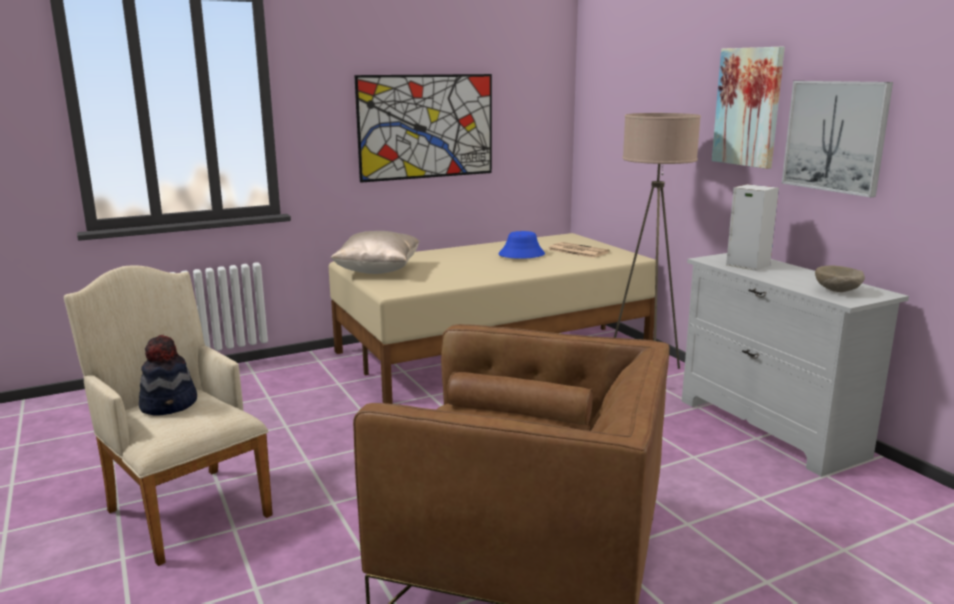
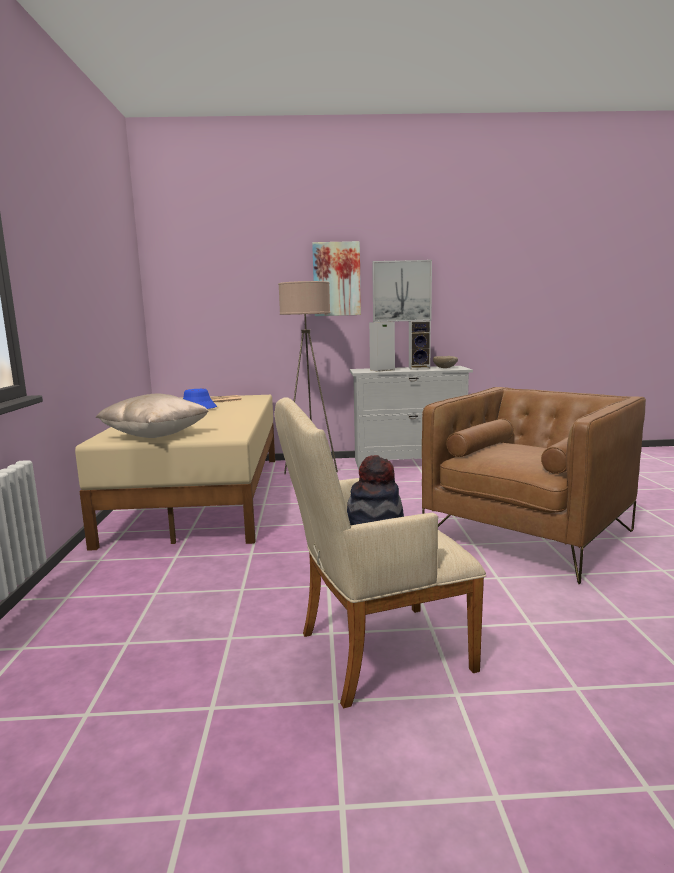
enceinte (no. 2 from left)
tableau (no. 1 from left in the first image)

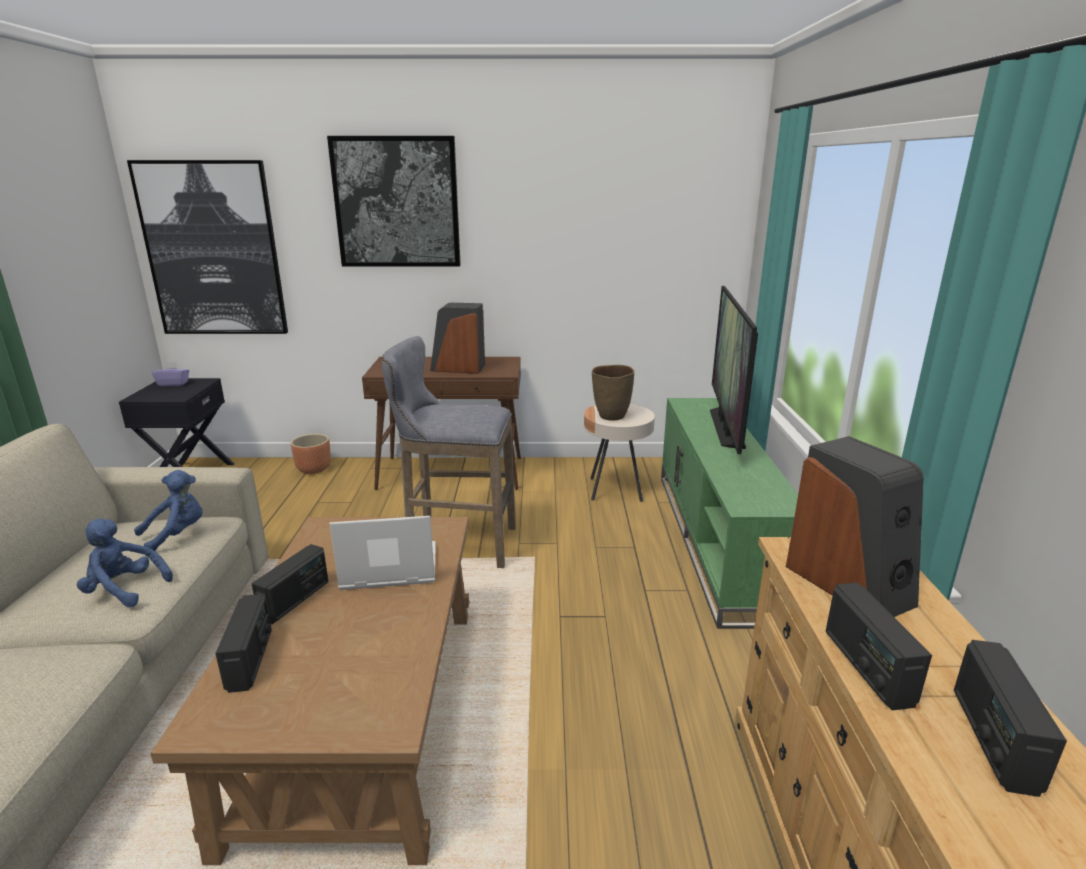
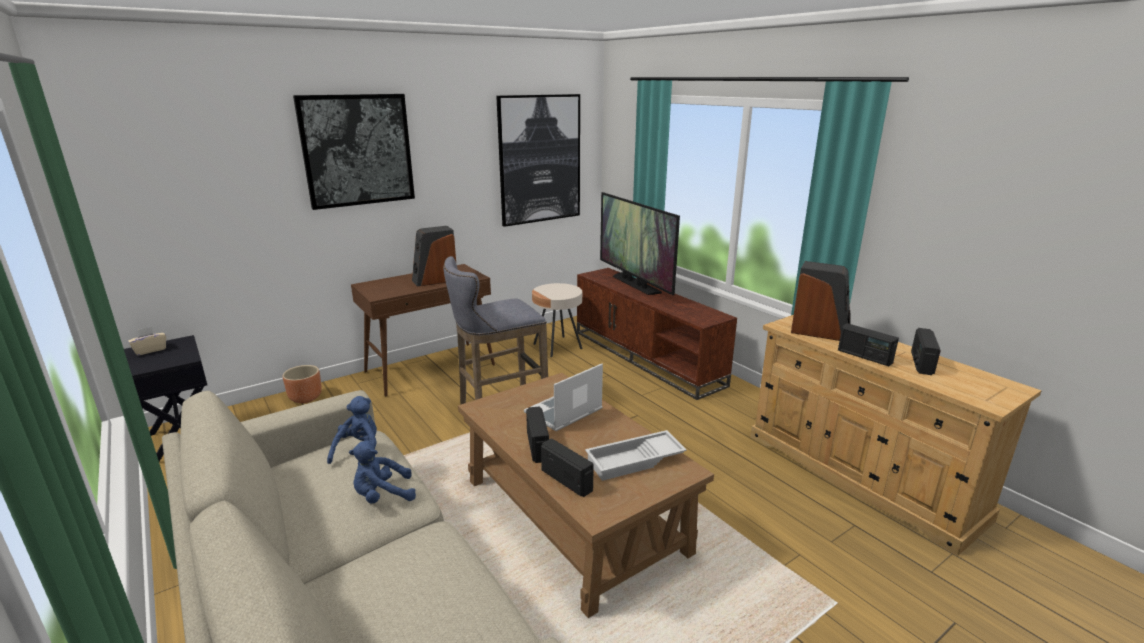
boîte à mouchoirs (beige)
tableau (no. 2 from left)
meuble télé (marron)
plateau (blanc)
radio (no. 4 from left)
vase (marron)

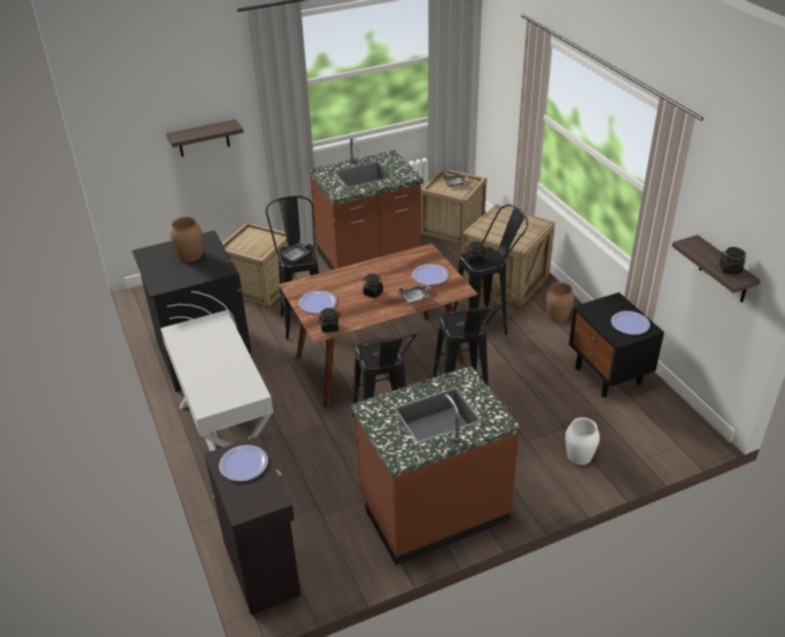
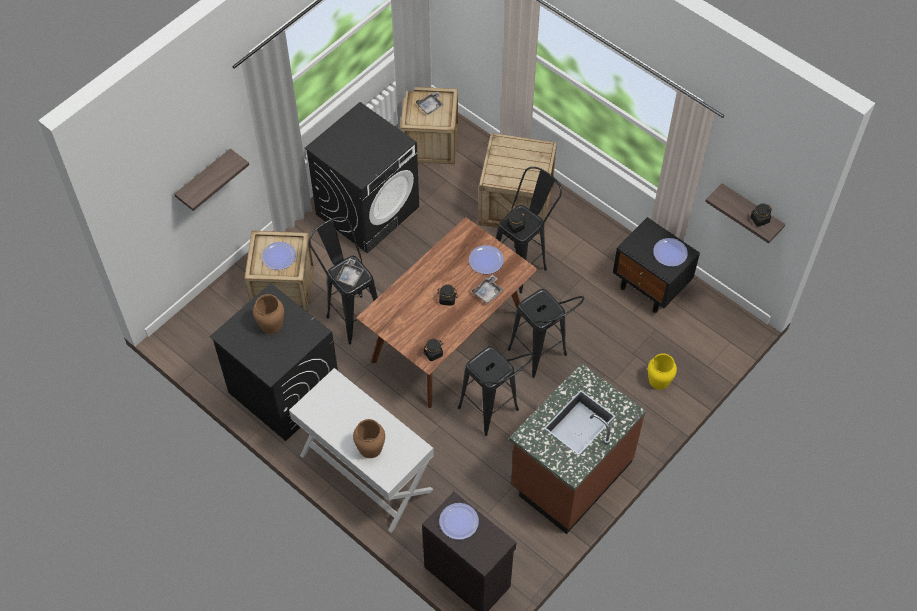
assiette (no. 1 from left)
lave-linge (noir) (no. 2 from left)
vase (marron) (no. 2 from left)
vase (jaune)

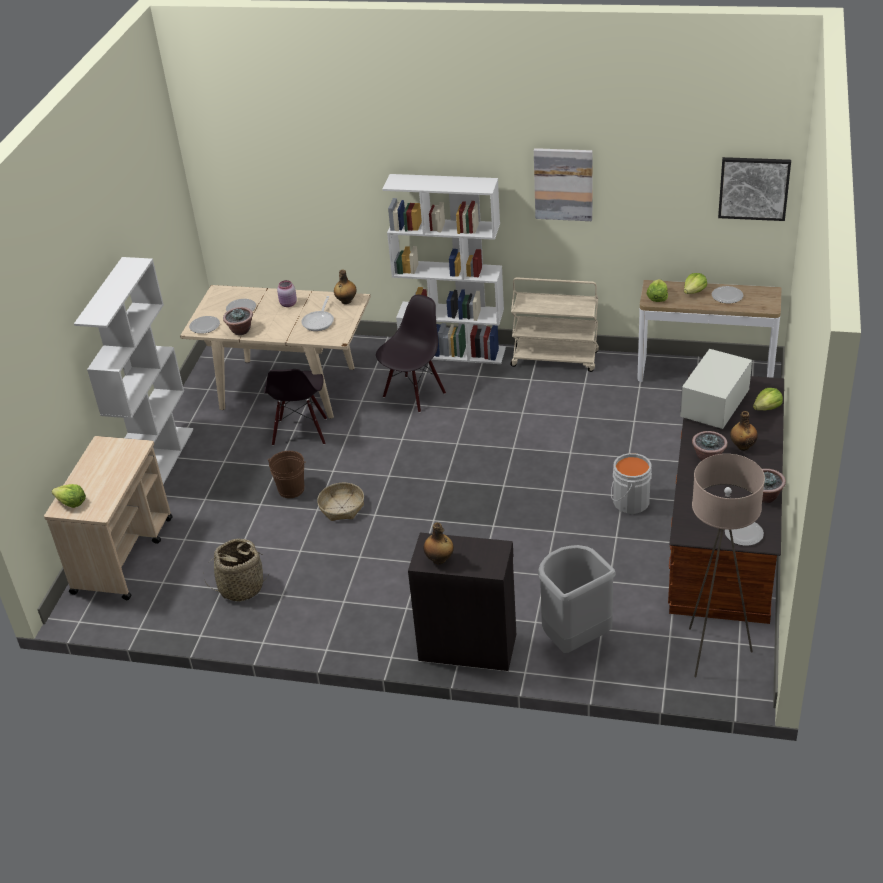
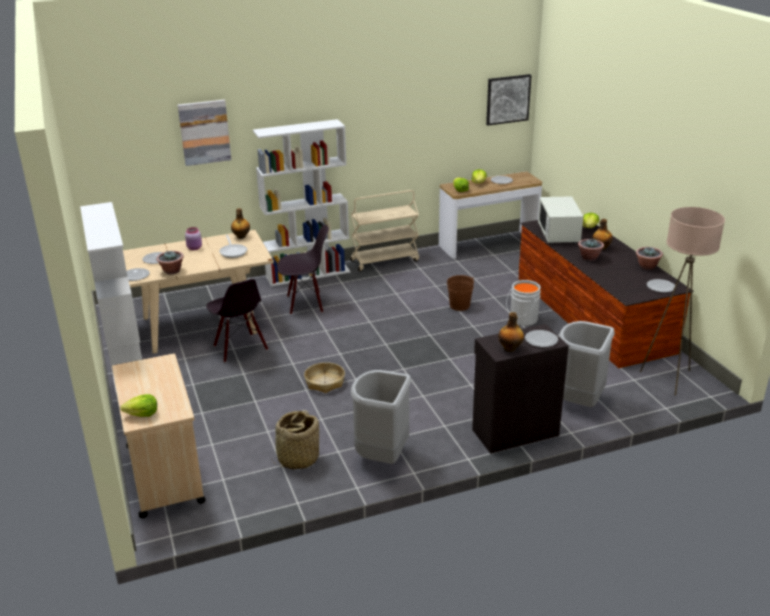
tableau (no. 1 from left)
chaise (noir) (no. 2 from left)
poubelle (gris) (no. 1 from left)
seau (marron)
assiette (no. 4 from left)

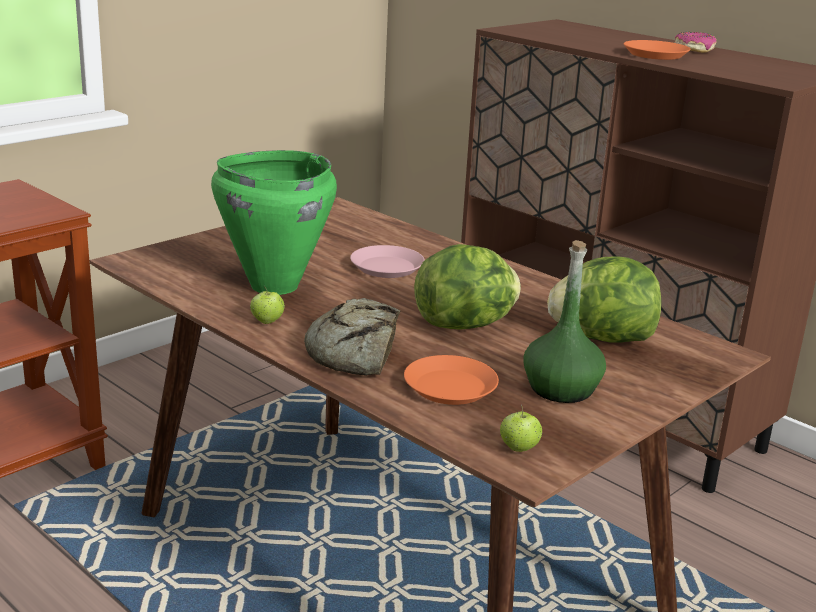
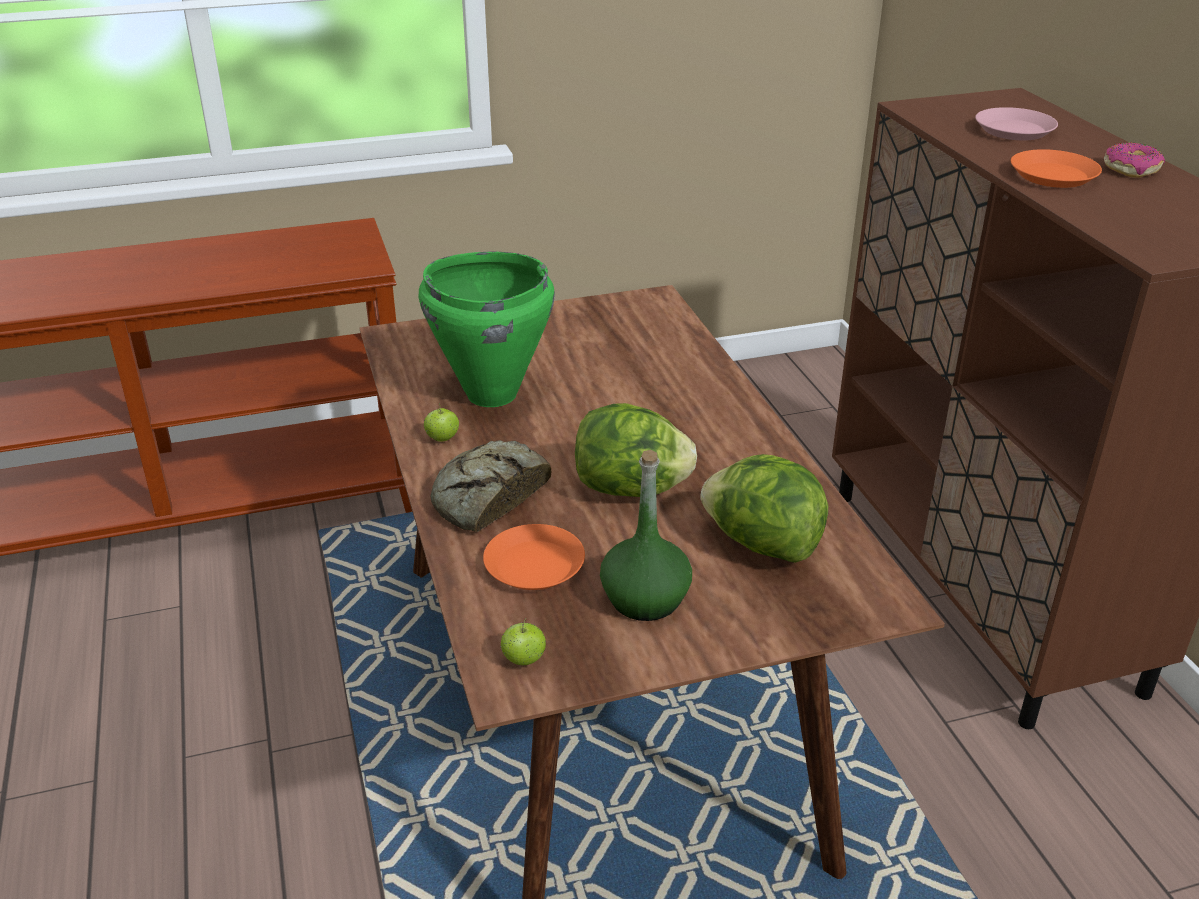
assiette (rose)

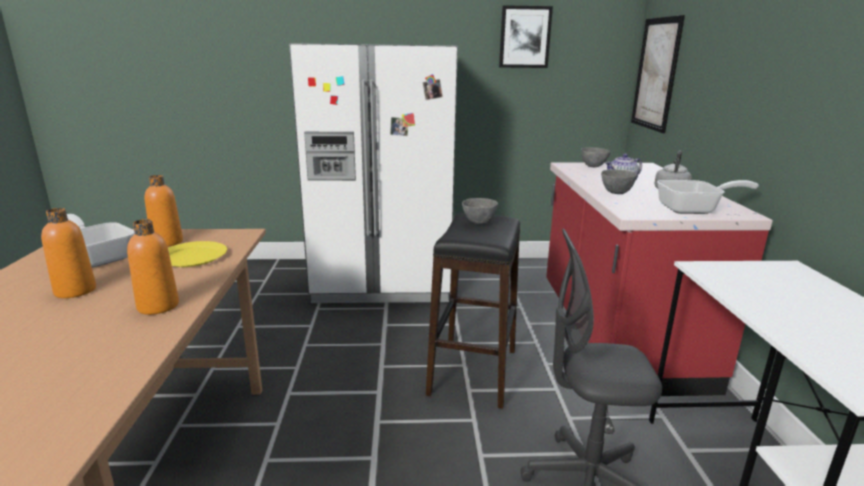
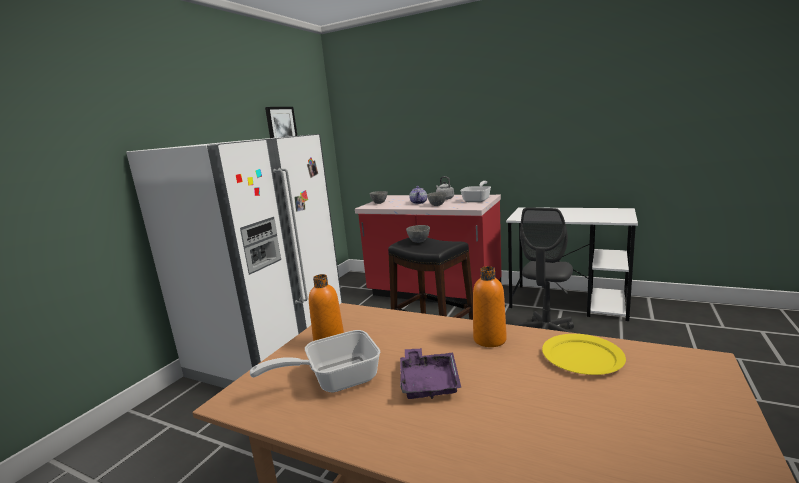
plateau (violet)
assiette (jaune)
tableau (no. 2 from left in the first image)

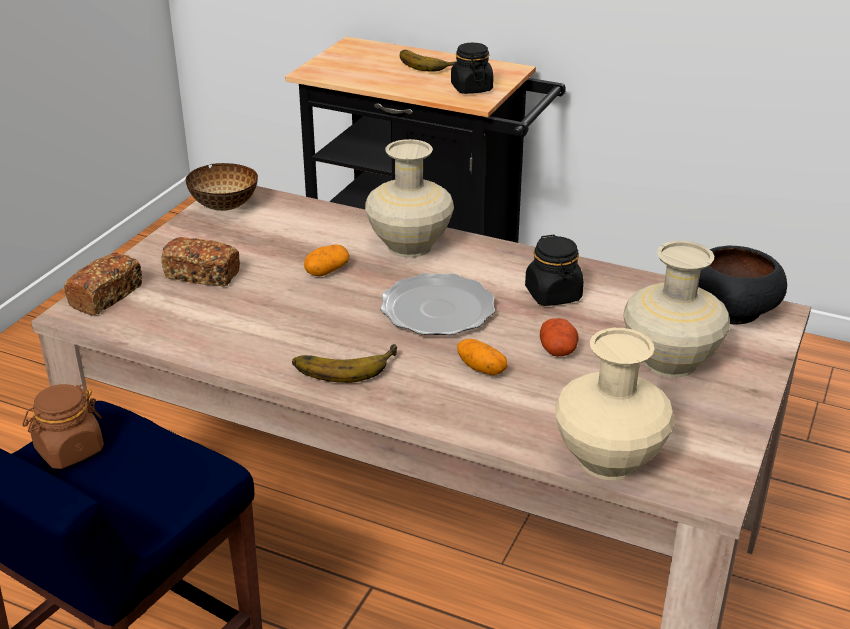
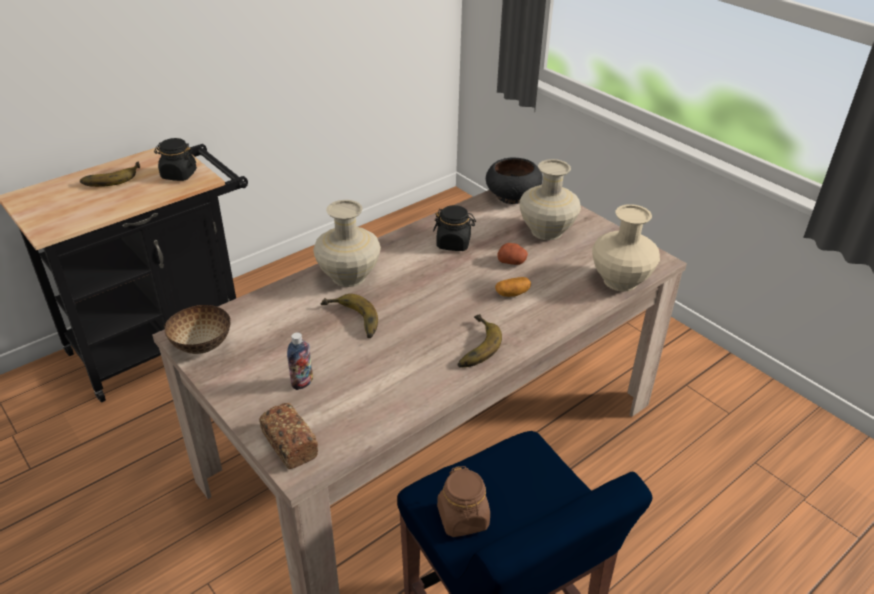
bouteille
banane (no. 2 from left)
assiette

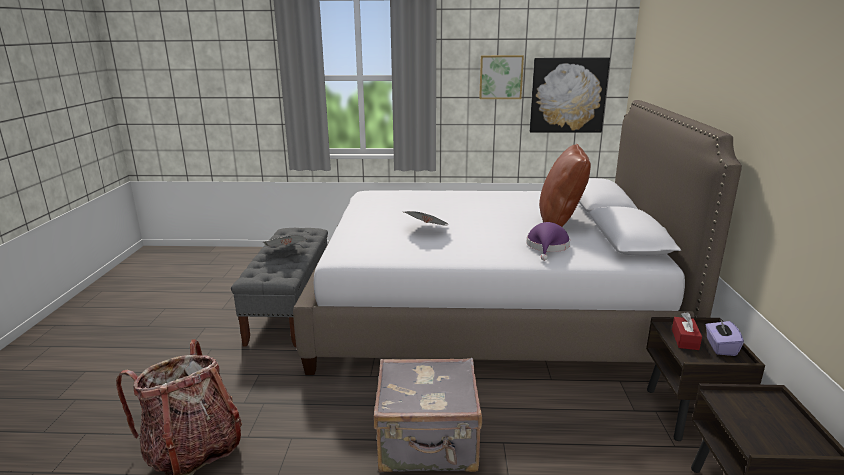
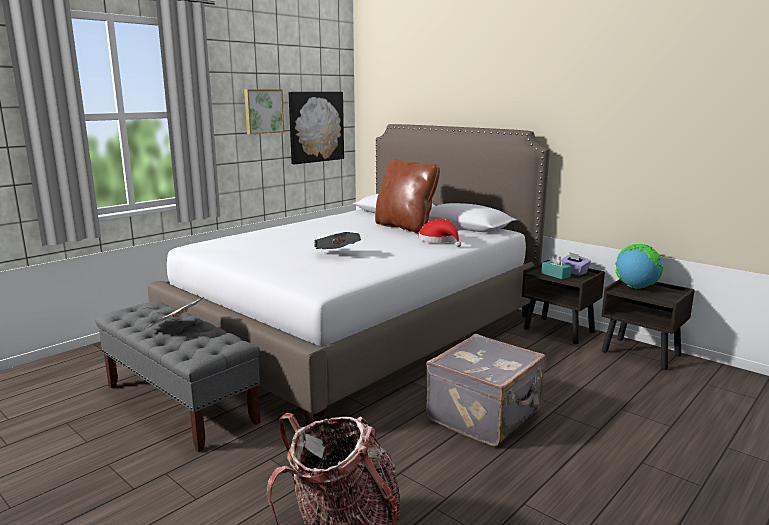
chapeau (rouge)
boîte à mouchoirs (turquoise)
globe

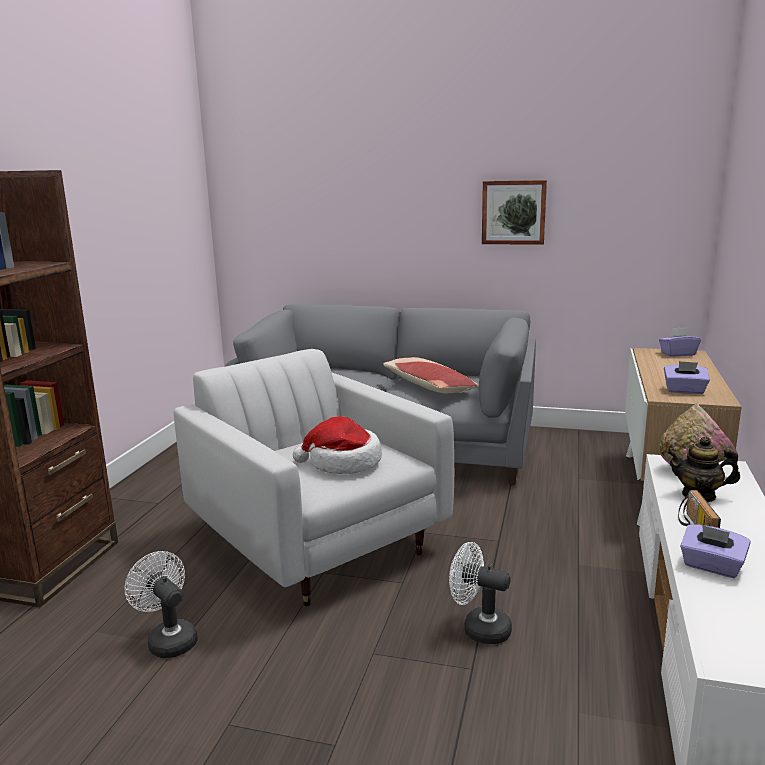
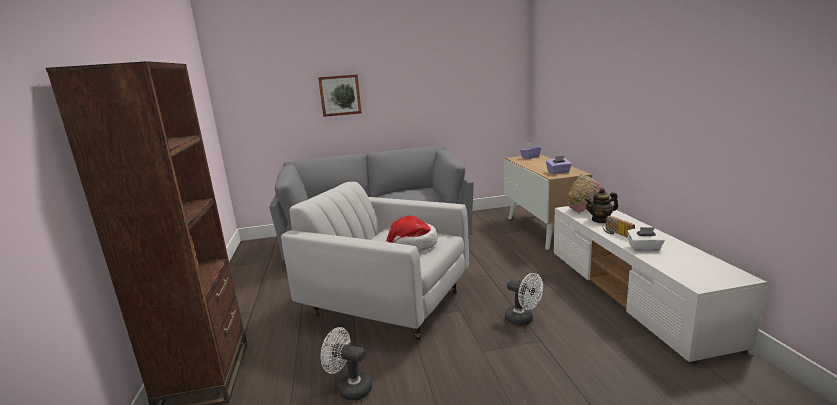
tableau
ventilateur (blanc) (no. 2 from left)
boîte à mouchoirs (blanc)
coussin

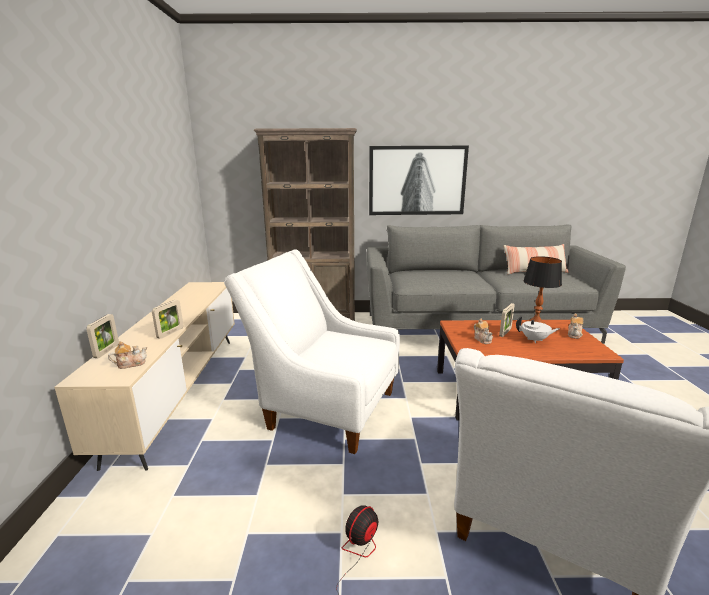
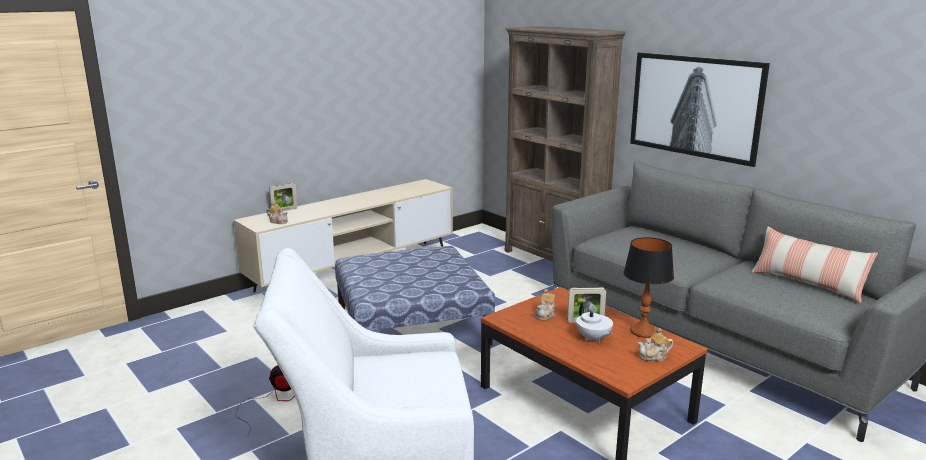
pouf
cadre photo (no. 2 from left in the first image)

